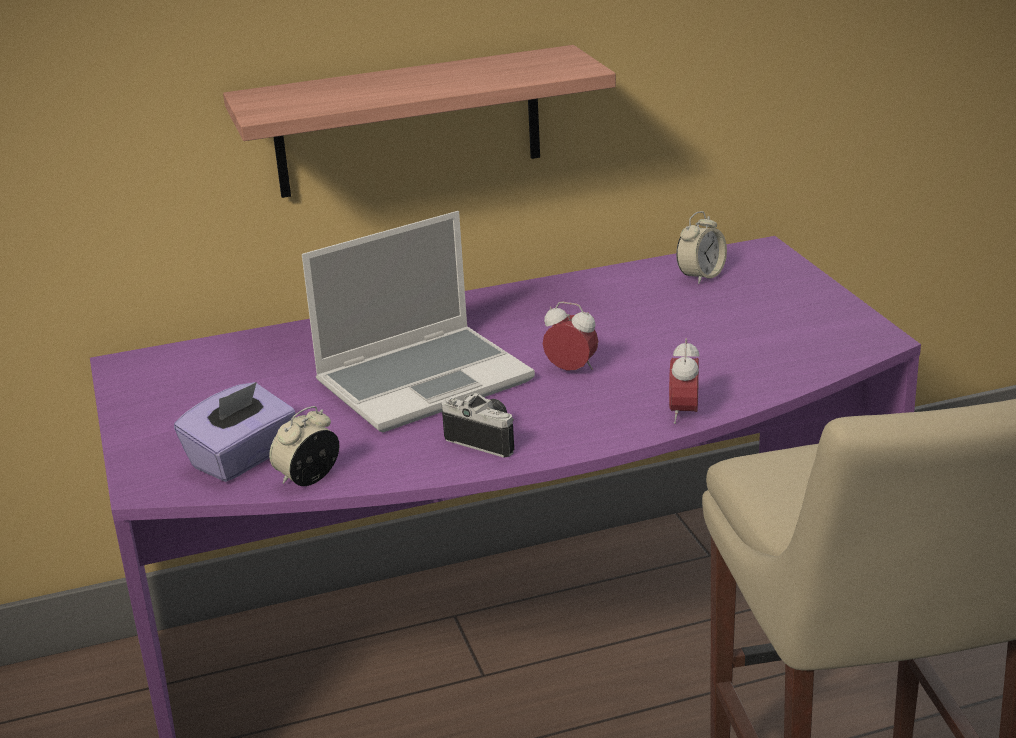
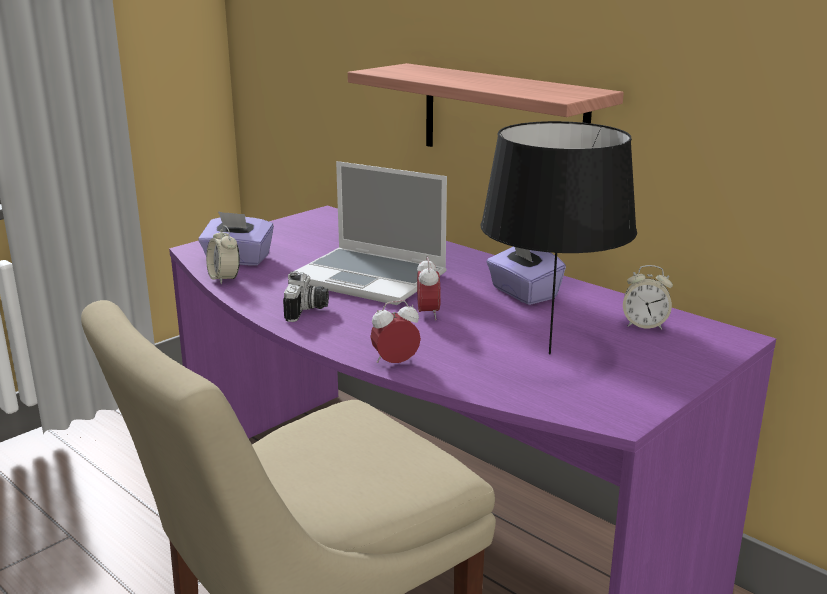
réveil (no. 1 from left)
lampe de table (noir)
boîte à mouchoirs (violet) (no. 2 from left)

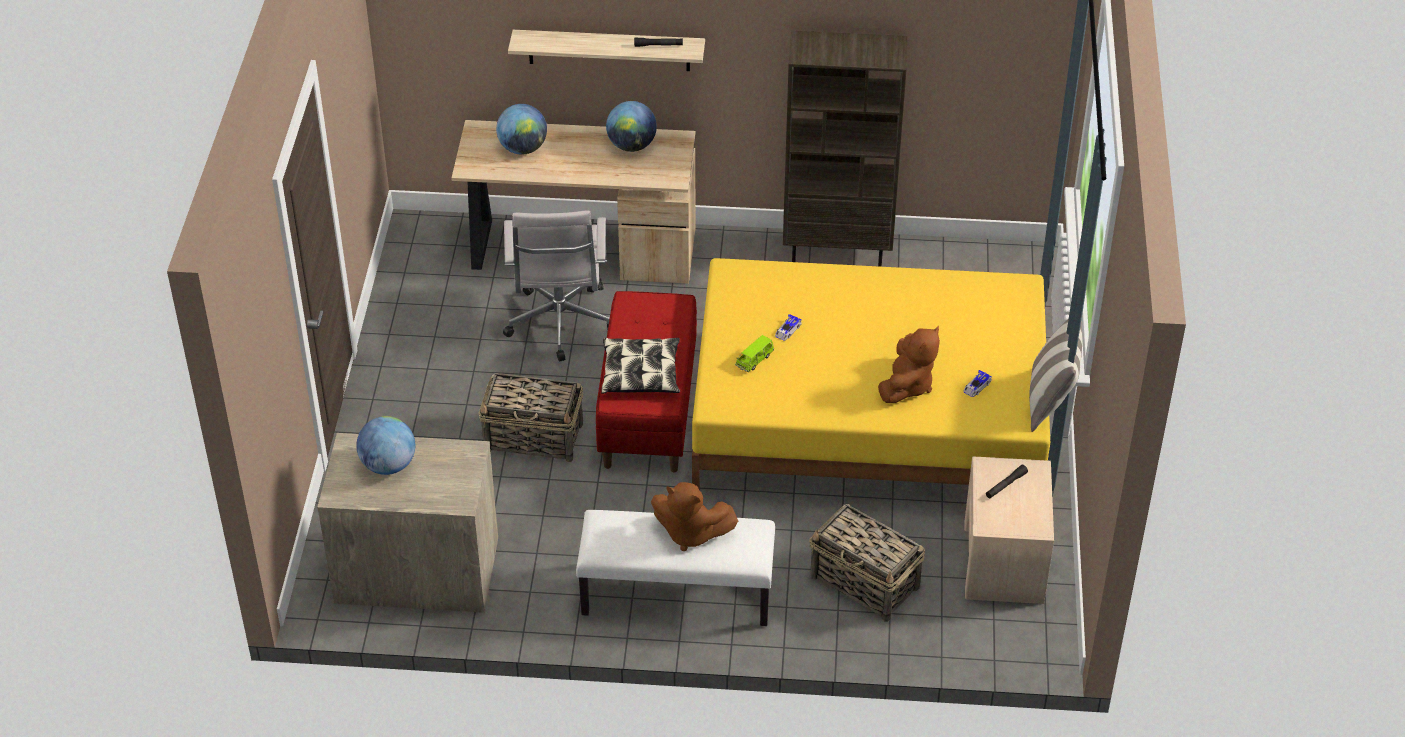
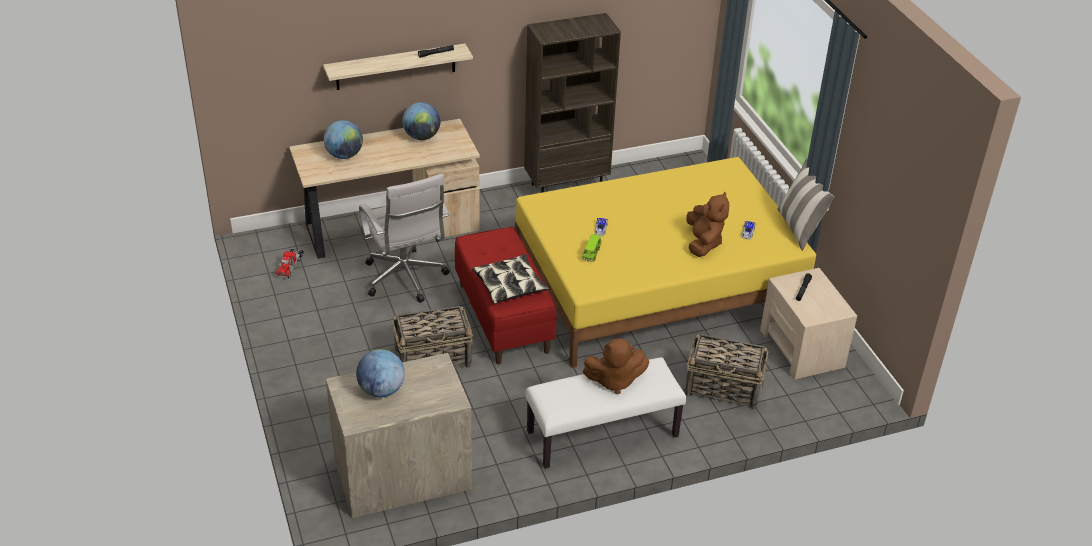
camion jouet

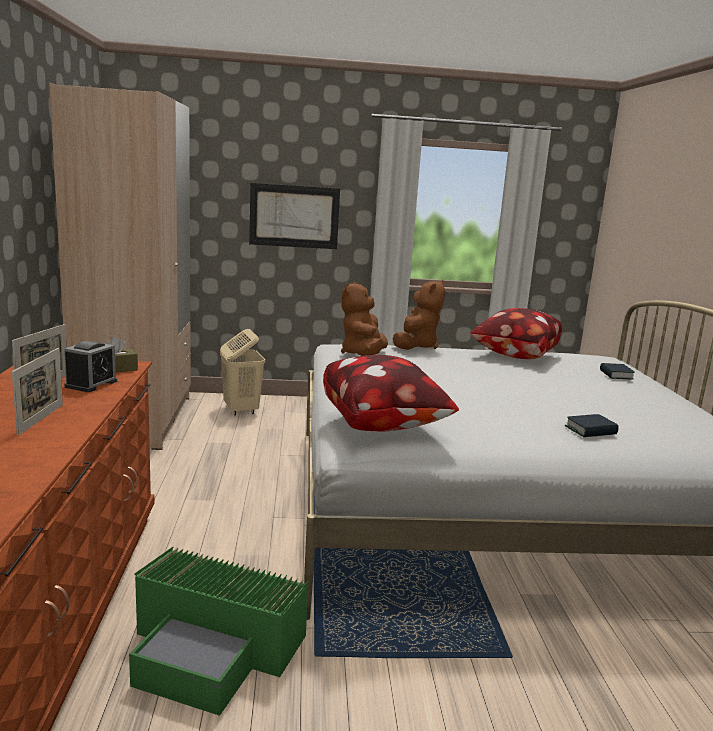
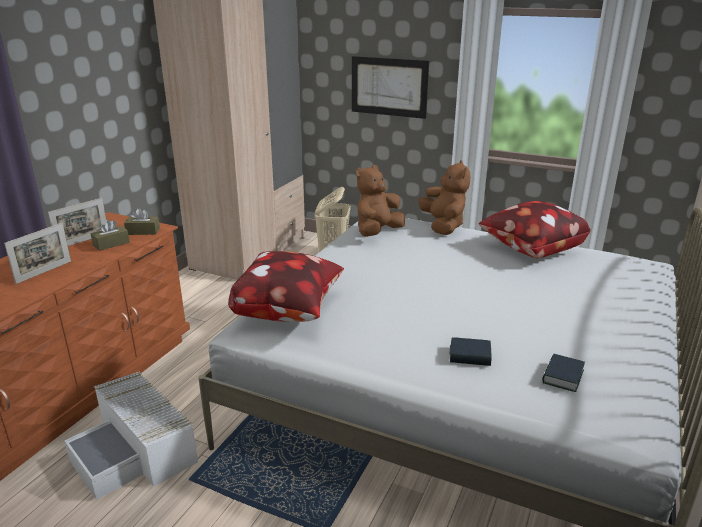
boîte de rangement (blanc)
boîte à mouchoirs (marron) (no. 1 from left)
peluche (marron) (no. 2 from left)
livre (no. 2 from left)

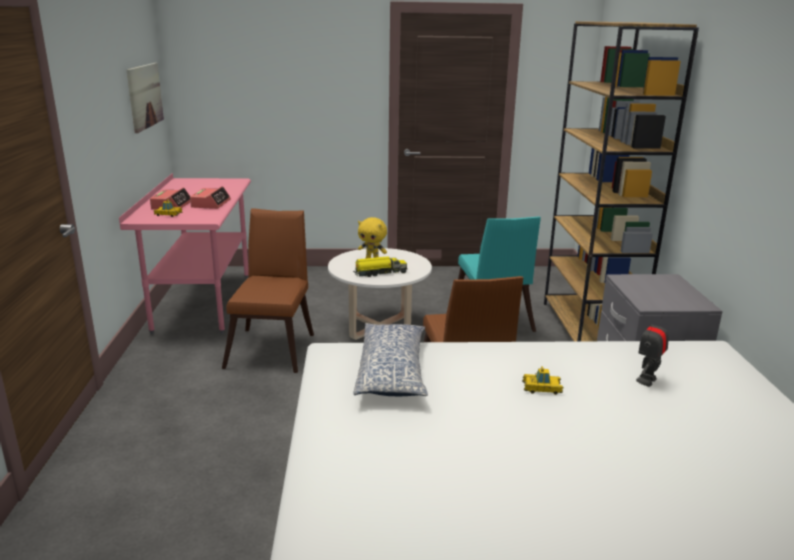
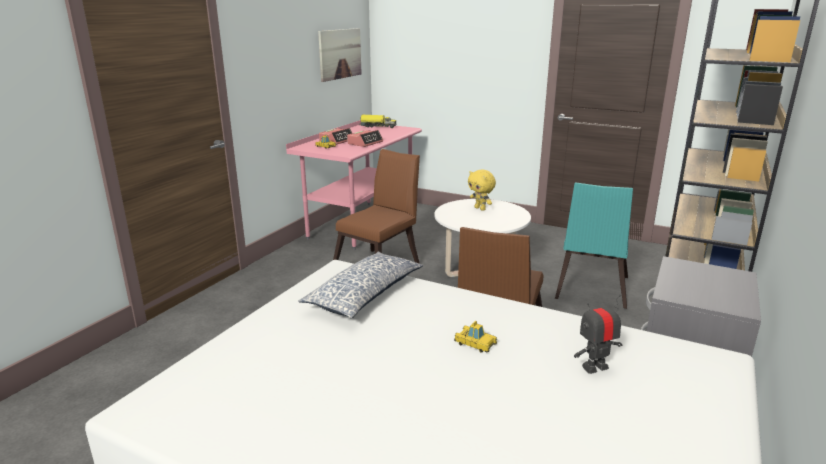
camion jouet

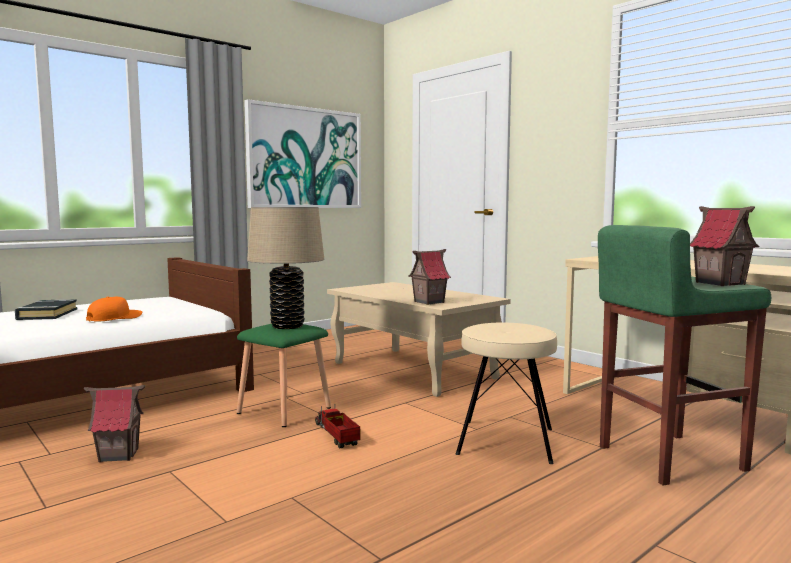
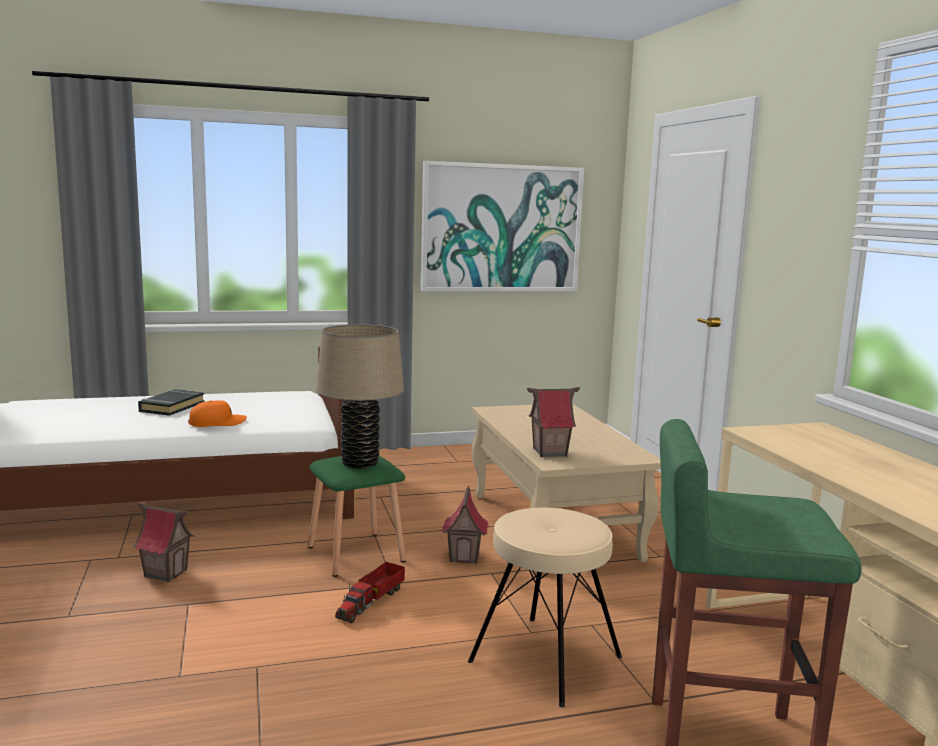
camion jouet
maison miniature (no. 2 from left)

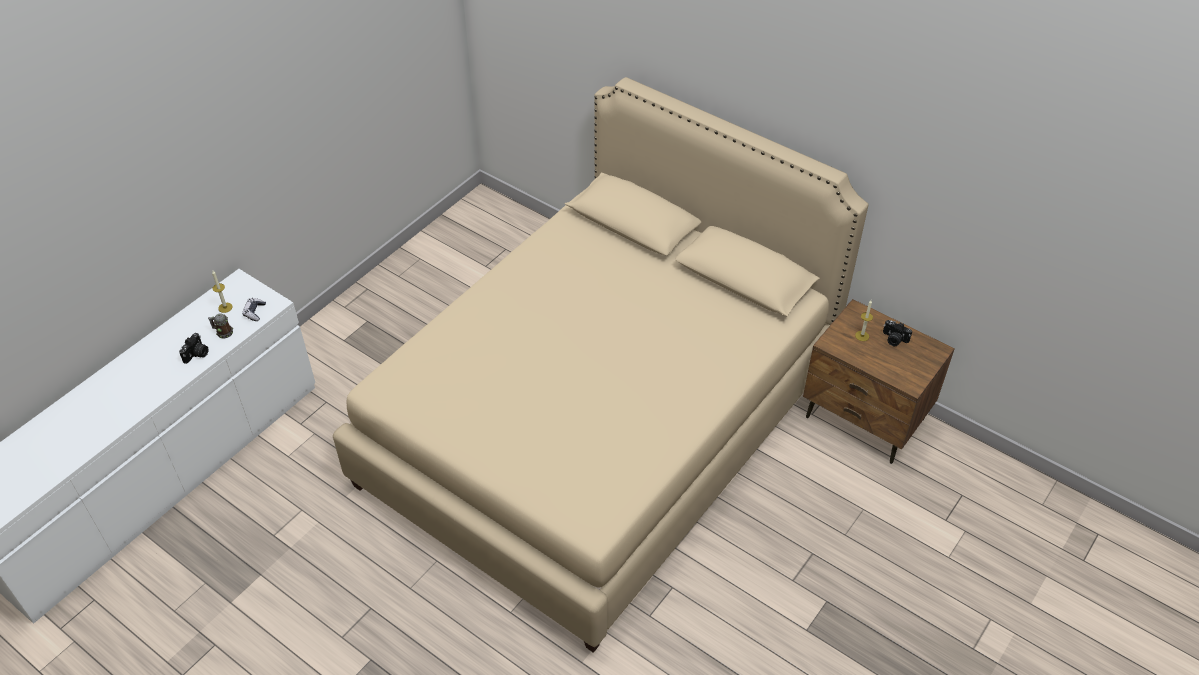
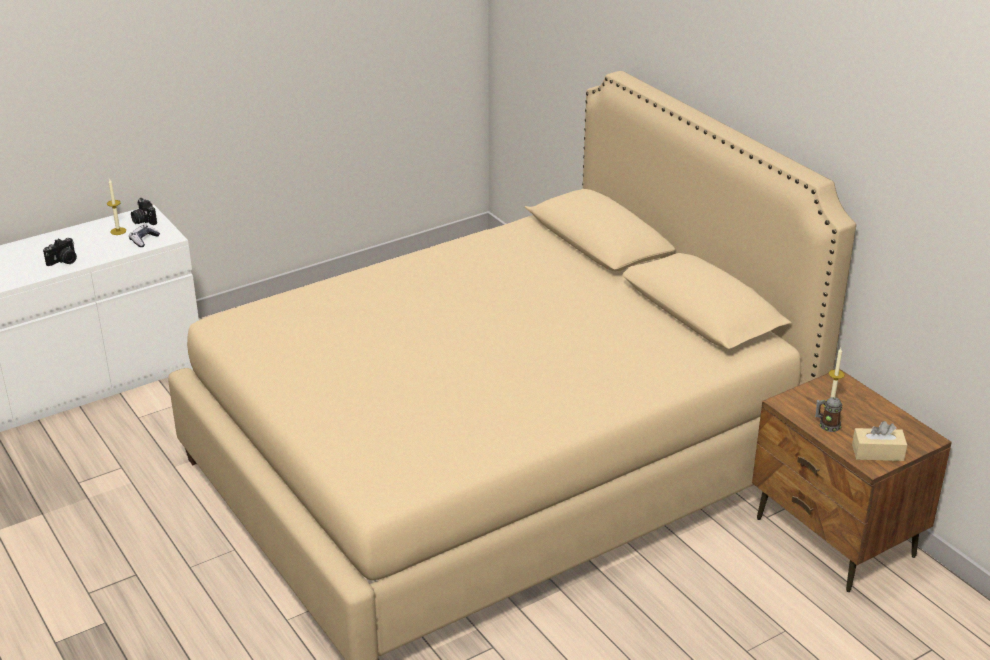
appareil photo (no. 2 from left)
mug
boîte à mouchoirs (beige)

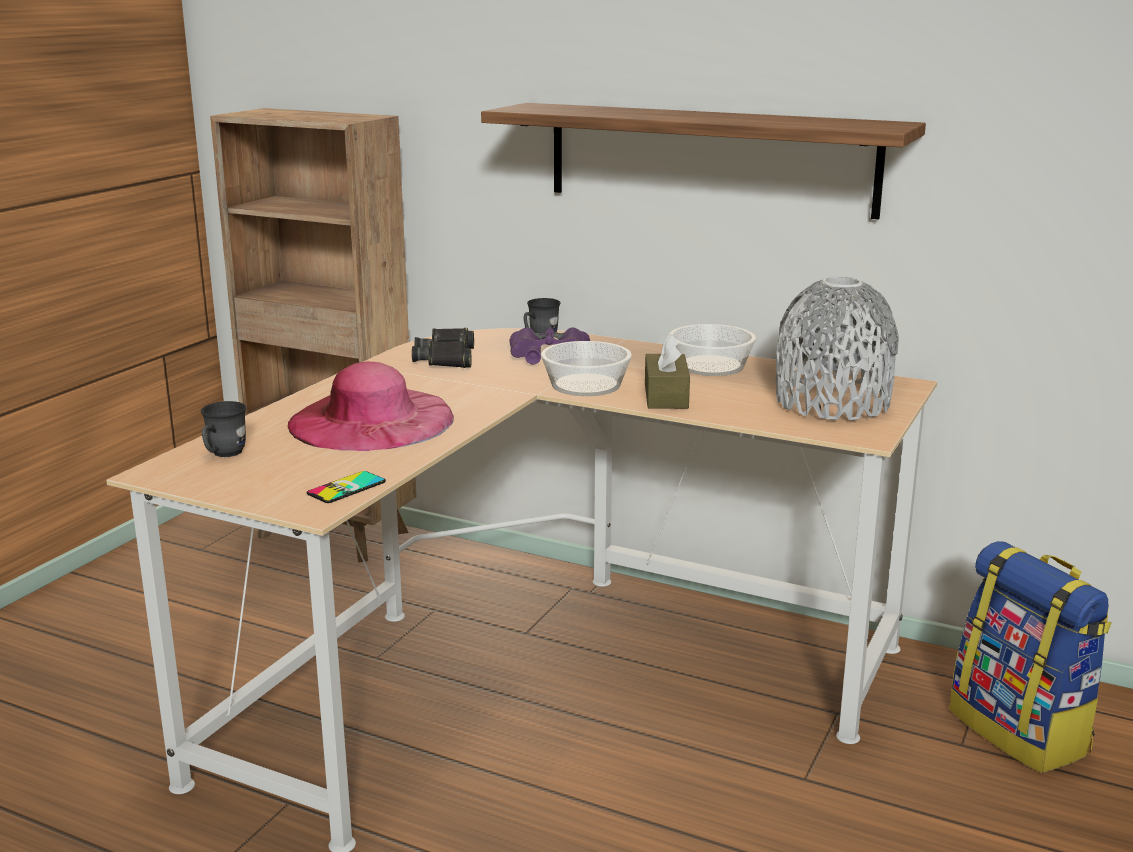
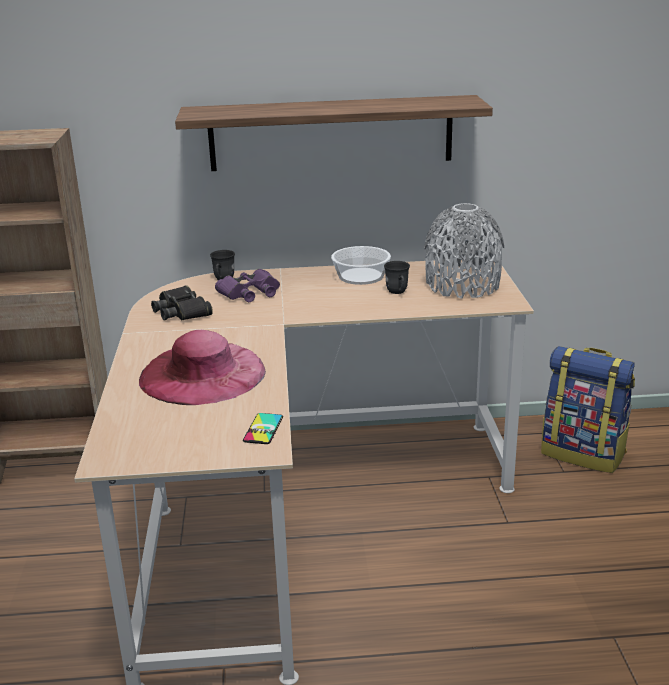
mug (gris) (no. 2 from left)
bol (no. 1 from left in the first image)
boîte à mouchoirs (marron)

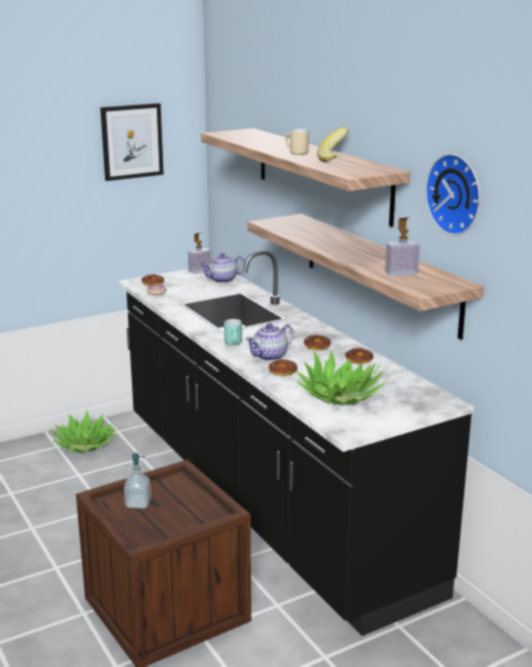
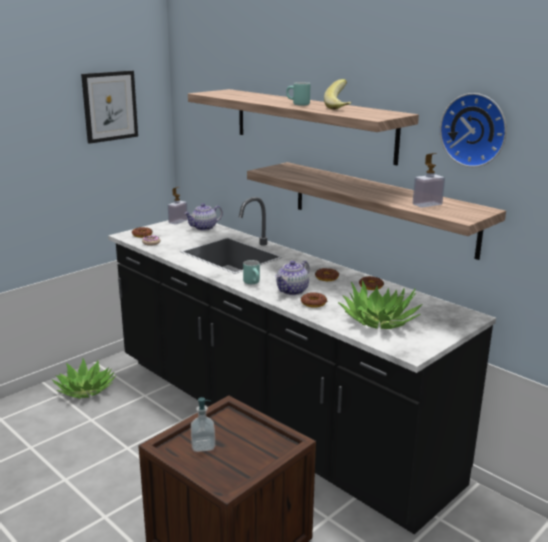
mug (turquoise) (no. 2 from left)

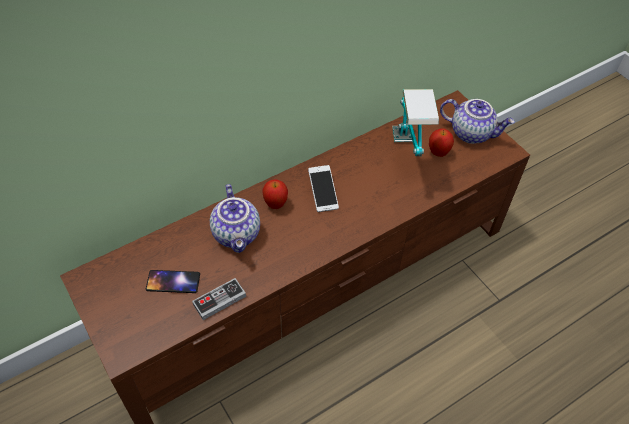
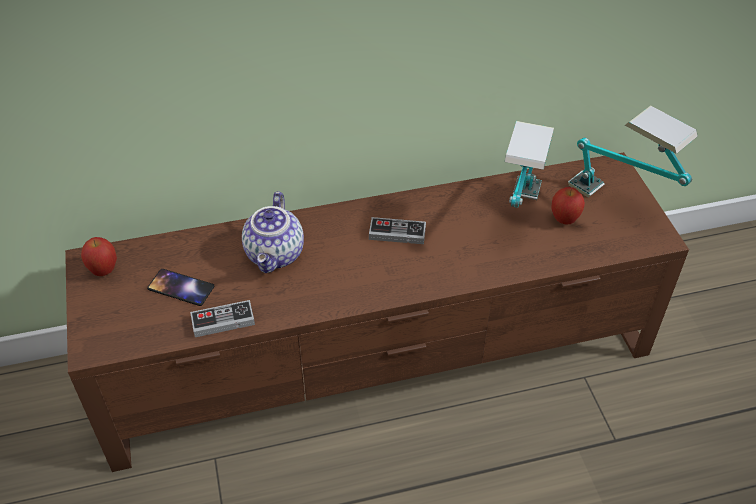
pomme (no. 1 from left)
manette (no. 2 from left)
lampe de table (no. 2 from left)

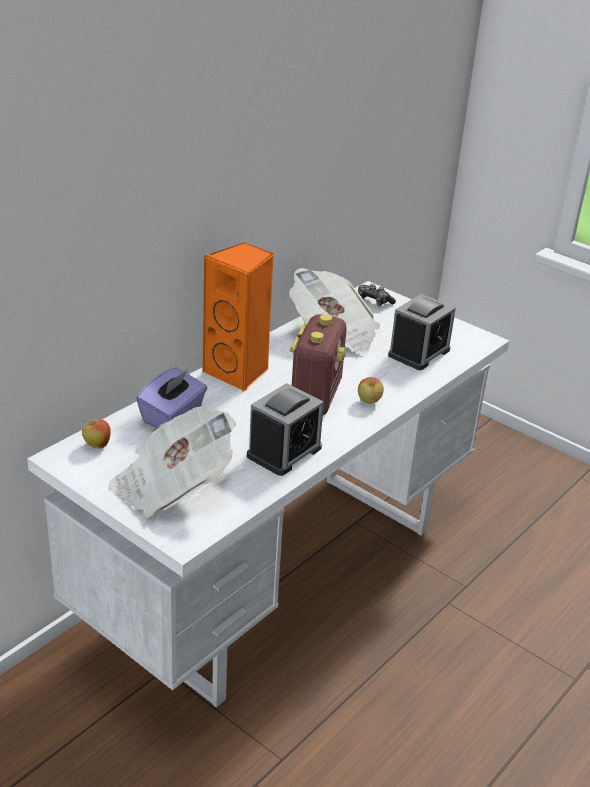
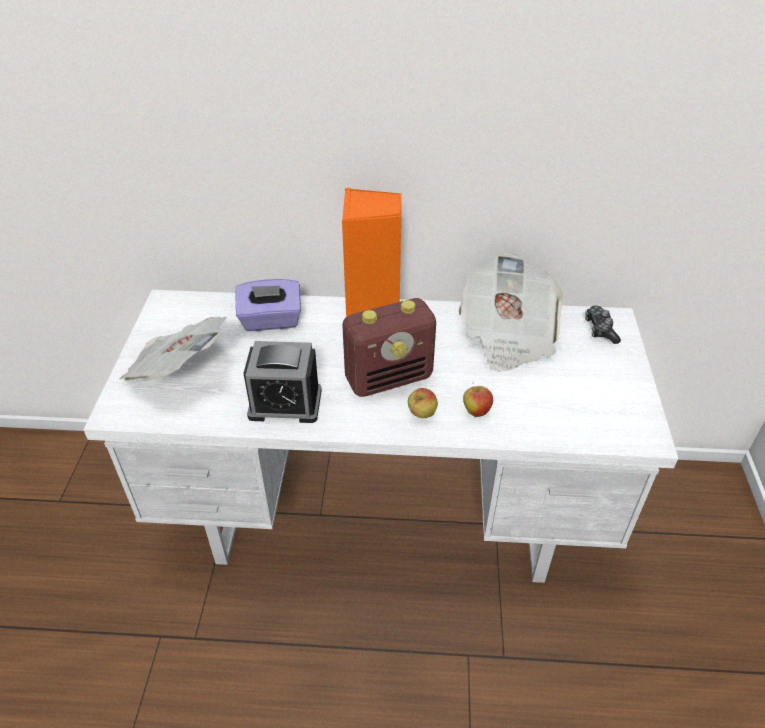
pomme (no. 2 from left)
réveil (no. 2 from left in the first image)

